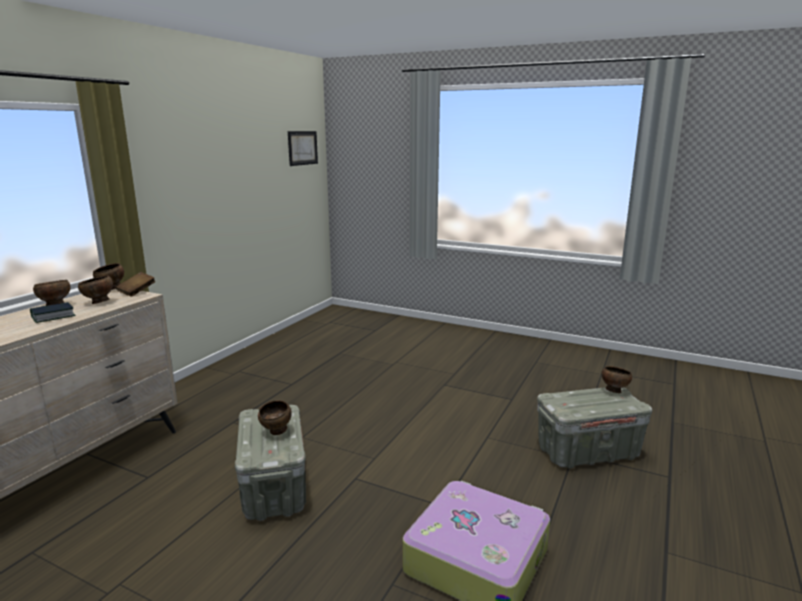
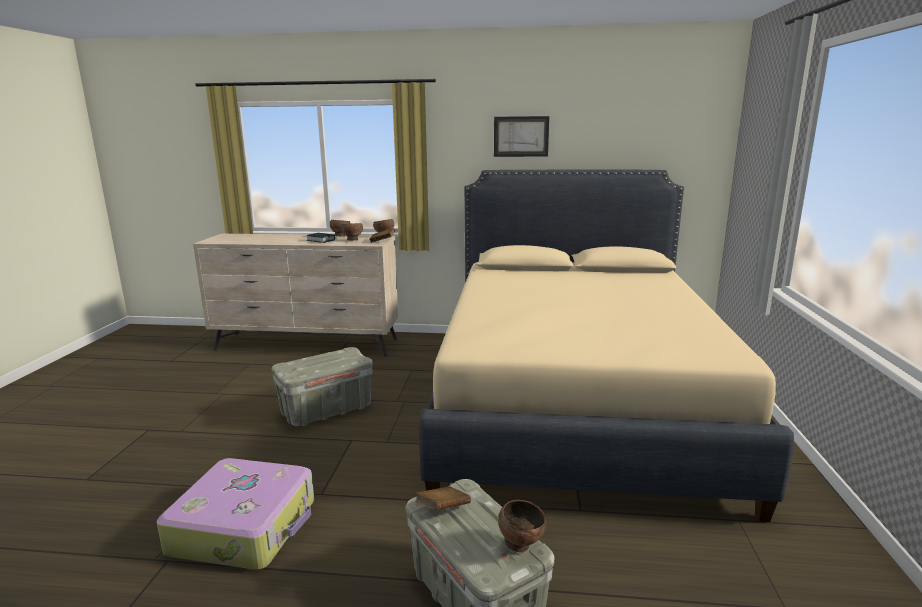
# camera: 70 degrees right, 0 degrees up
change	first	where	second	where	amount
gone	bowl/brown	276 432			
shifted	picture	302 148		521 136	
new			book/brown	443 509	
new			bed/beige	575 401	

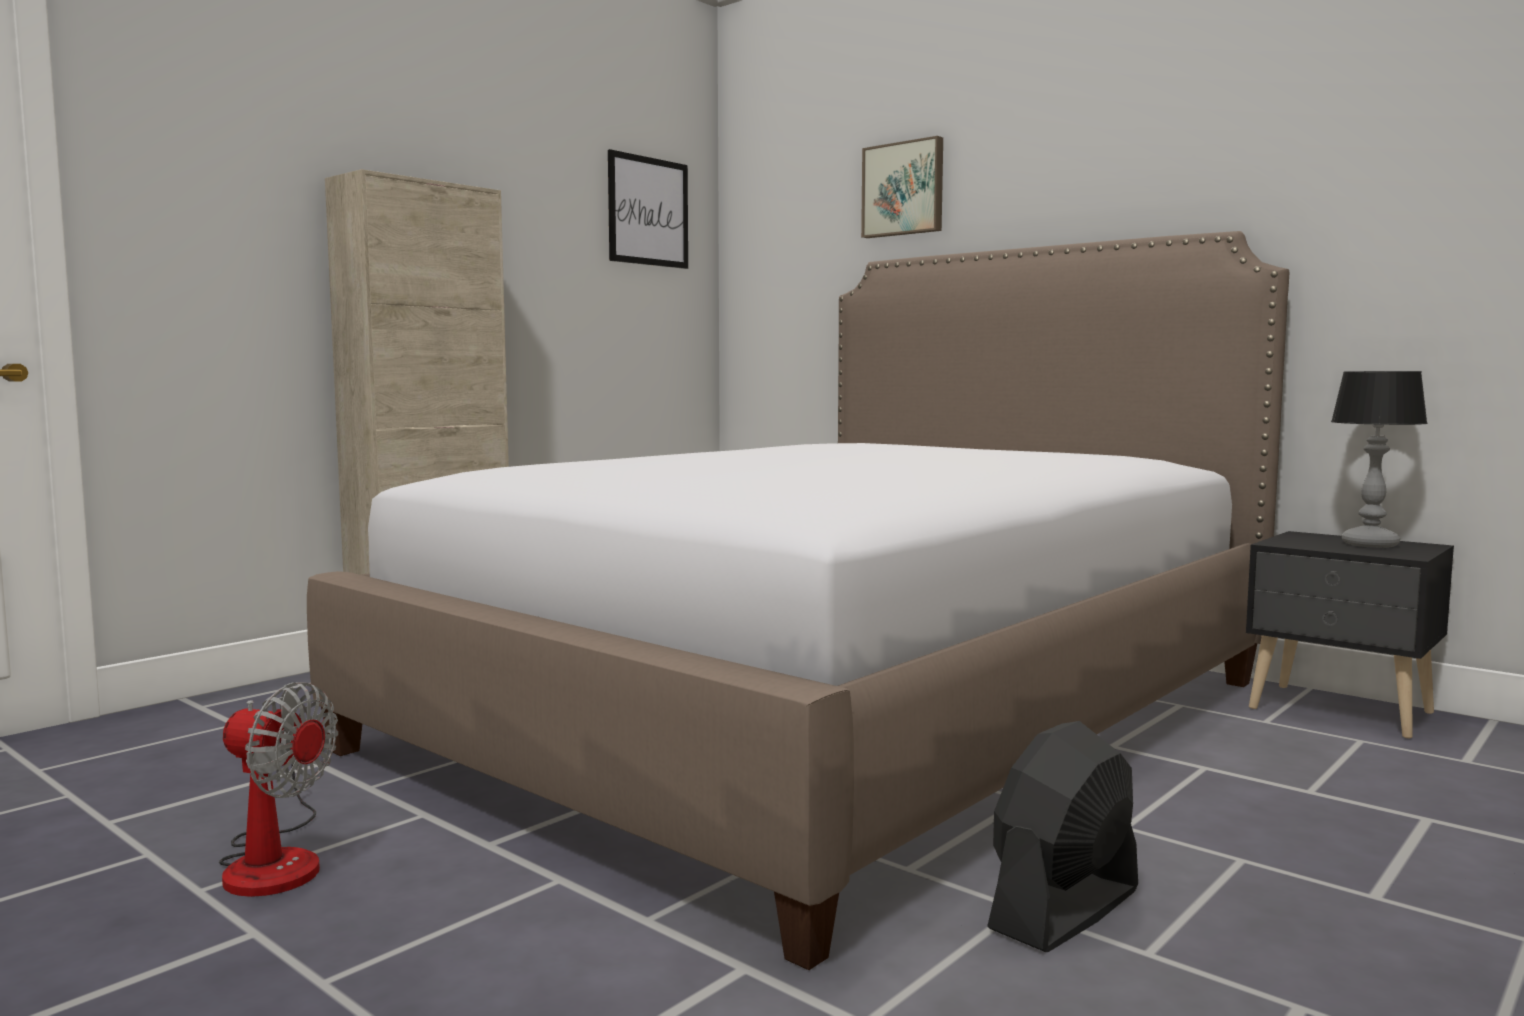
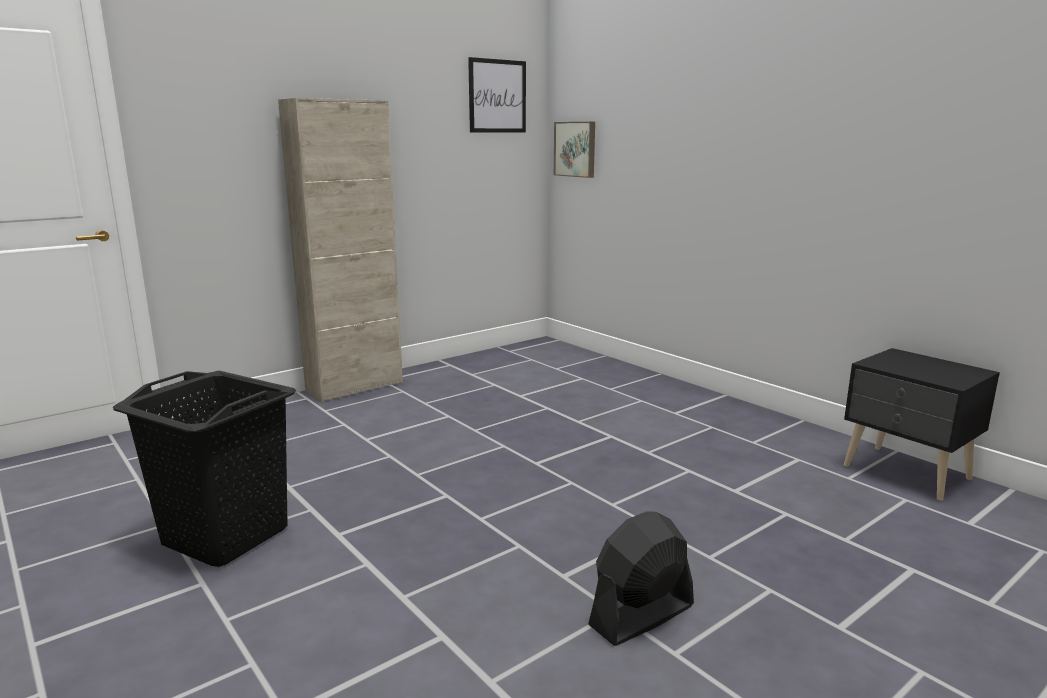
# camera: 10 degrees right, 10 degrees up
change	first	where	second	where	amount
swapped	fan	275 860	laundry basket/black	226 535	
gone	bed	840 714			
shifted	picture	904 189		576 149	
gone	table lamp	1370 544			

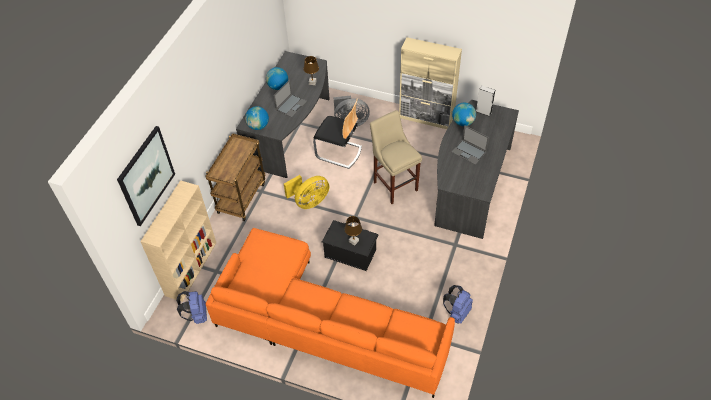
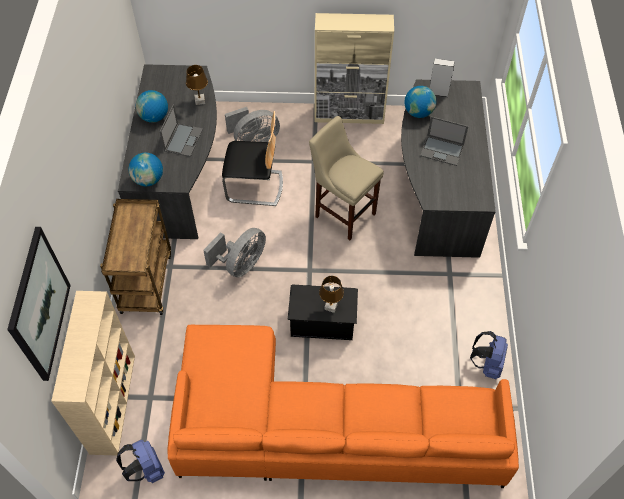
# camera: 20 degrees left, 5 degrees up
change	first	where	second	where	amount
repainted	fan/yellow	309 201	fan/grey	241 264	

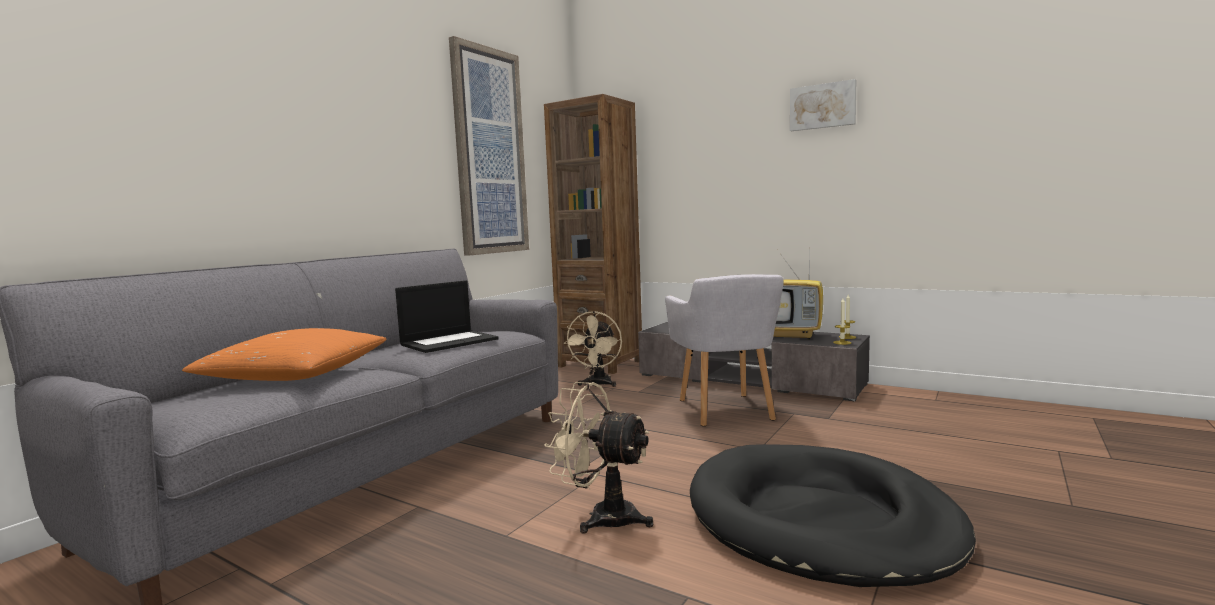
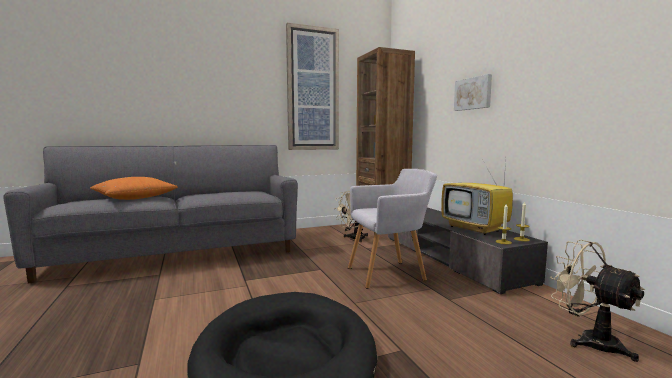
# camera: 35 degrees right, 0 degrees up
change	first	where	second	where	amount
gone	laptop	449 342			
shifted	fan/beige	602 517		589 340	
rotated	armchair/grey	726 411		389 273	135 degrees counterclockwise
shifted	picture	822 106		473 93	

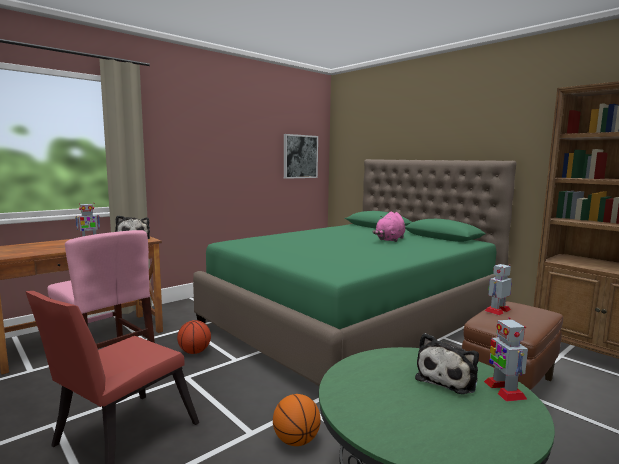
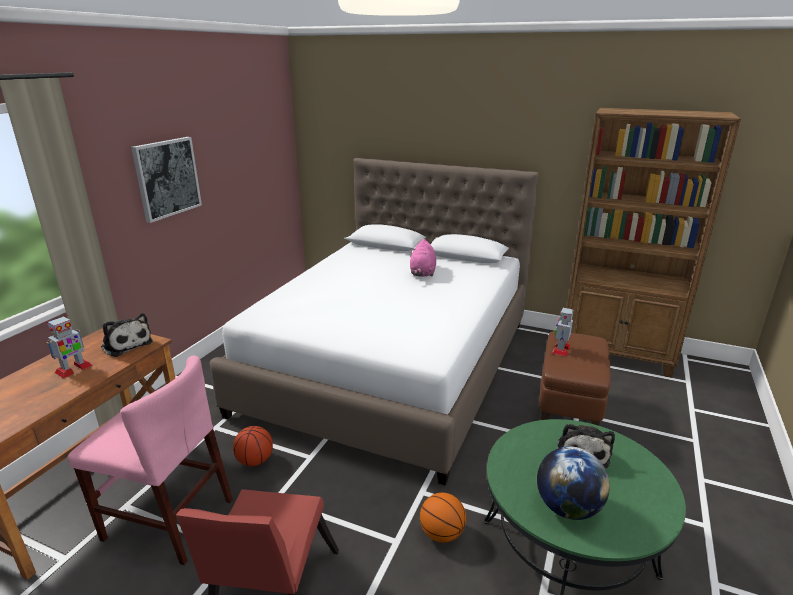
# camera: 25 degrees left, 15 degrees up
change	first	where	second	where	amount
repainted	bed/green	354 321	bed/white	392 365	
shifted	picture	300 156		167 178	
gone	toy robot	504 390			
new			globe	567 508	

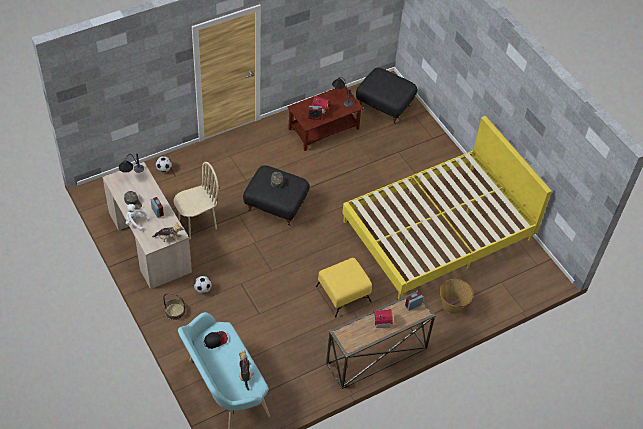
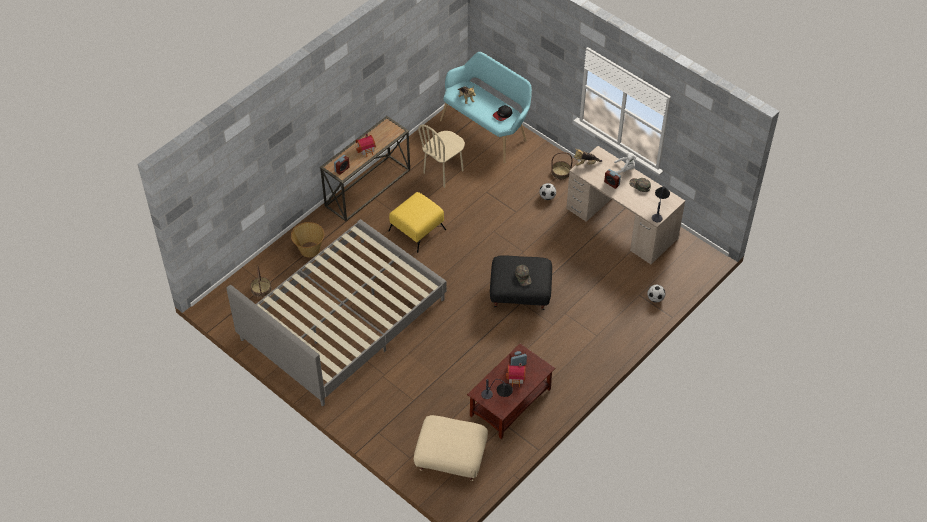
# camera: 165 degrees right, 0 degrees up
change	first	where	second	where	amount
shifted	chair/beige	197 224		443 172	
repainted	bed/yellow	438 230	bed/grey	342 319	
repainted	ottoman/black	385 106	ottoman/beige	450 460	
new			basket	261 289	

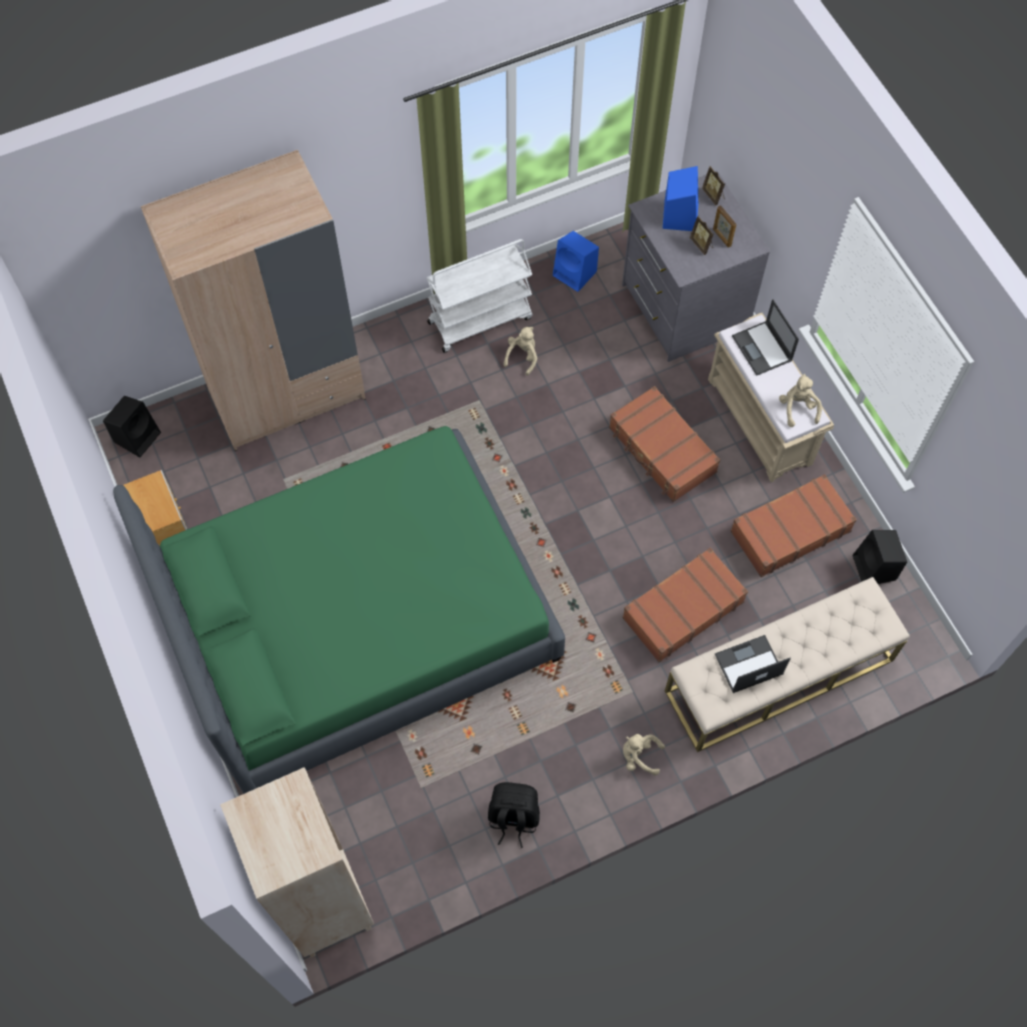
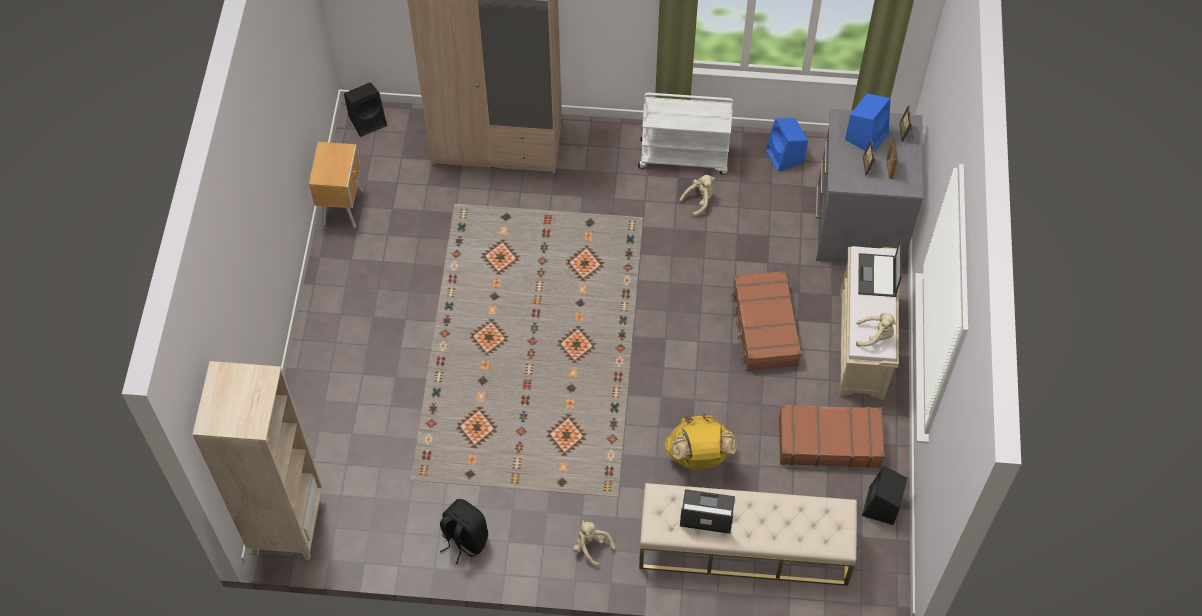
# camera: 30 degrees right, 5 degrees down
change	first	where	second	where	amount
gone	bed/green	359 621			
swapped	suitcase/brown	682 609	backpack/yellow	699 456	
rotated	plush toy/beige	798 408		875 336	75 degrees clockwise

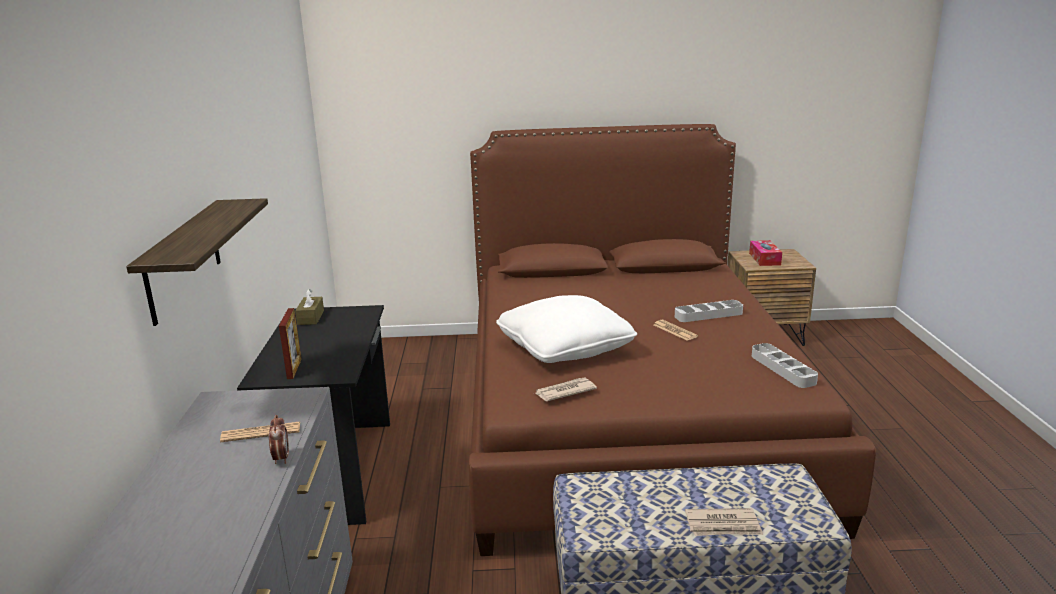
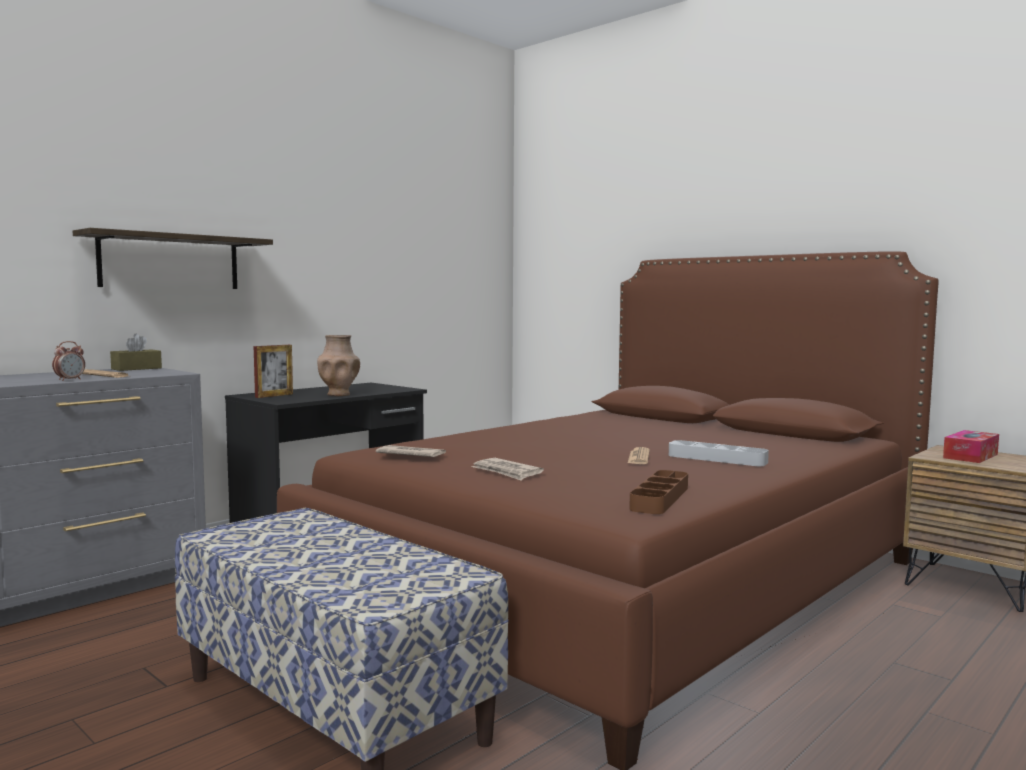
# camera: 45 degrees right, 15 degrees down
change	first	where	second	where	amount
shifted	tissue box/brown	311 317		136 368	
gone	pillow/white	564 348			
shifted	newspaper	723 525		507 472	
repainted	tray/grey	782 369	tray/brown	660 498	
new			vase/brown	339 394	

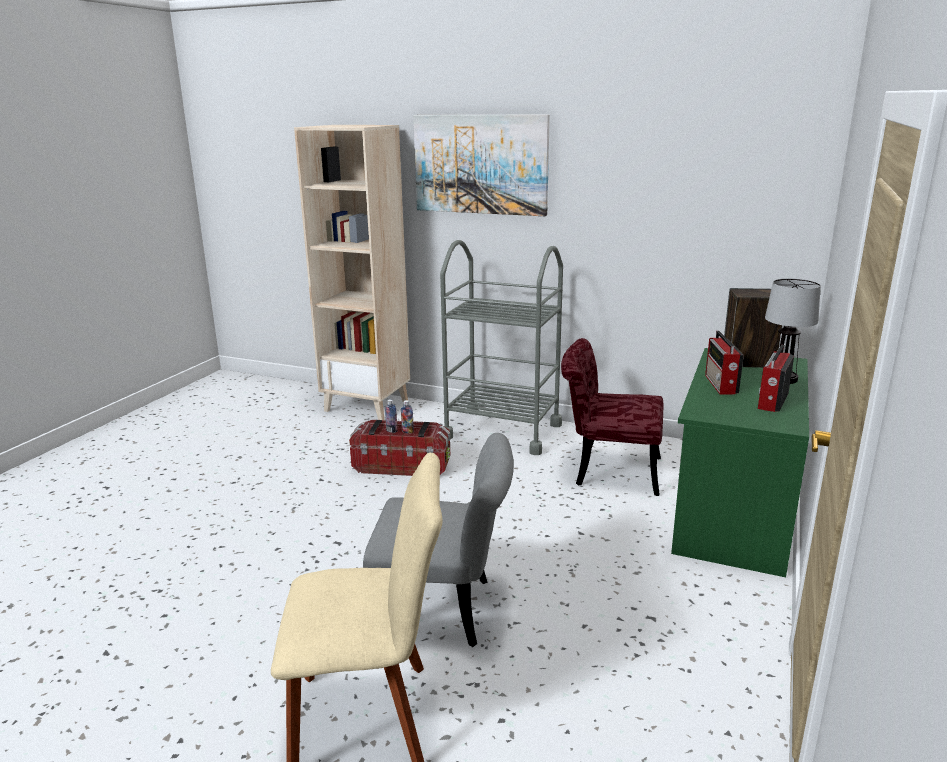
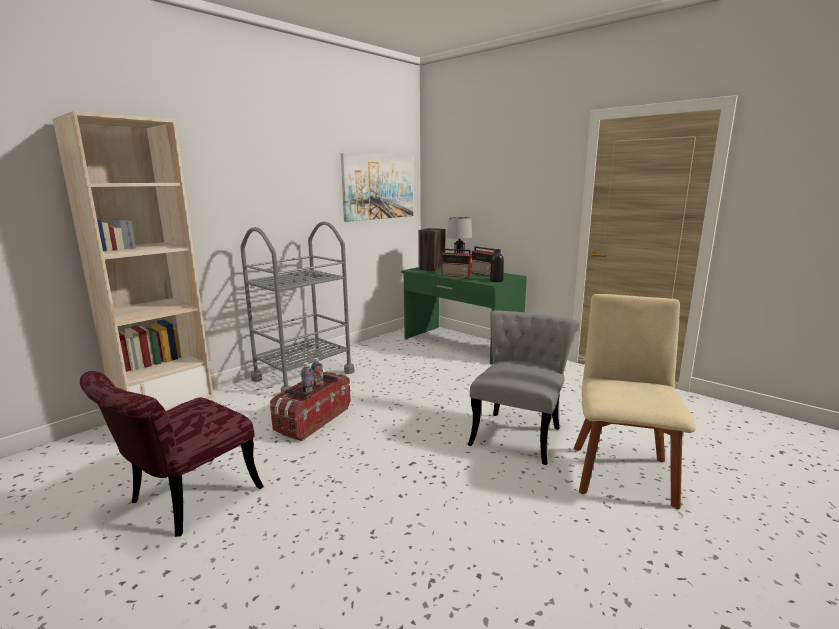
# camera: 70 degrees left, 5 degrees down
change	first	where	second	where	amount
shifted	picture	480 164		378 187	
shifted	chair/red	607 471		184 501	
new			bottle/black	496 280	

